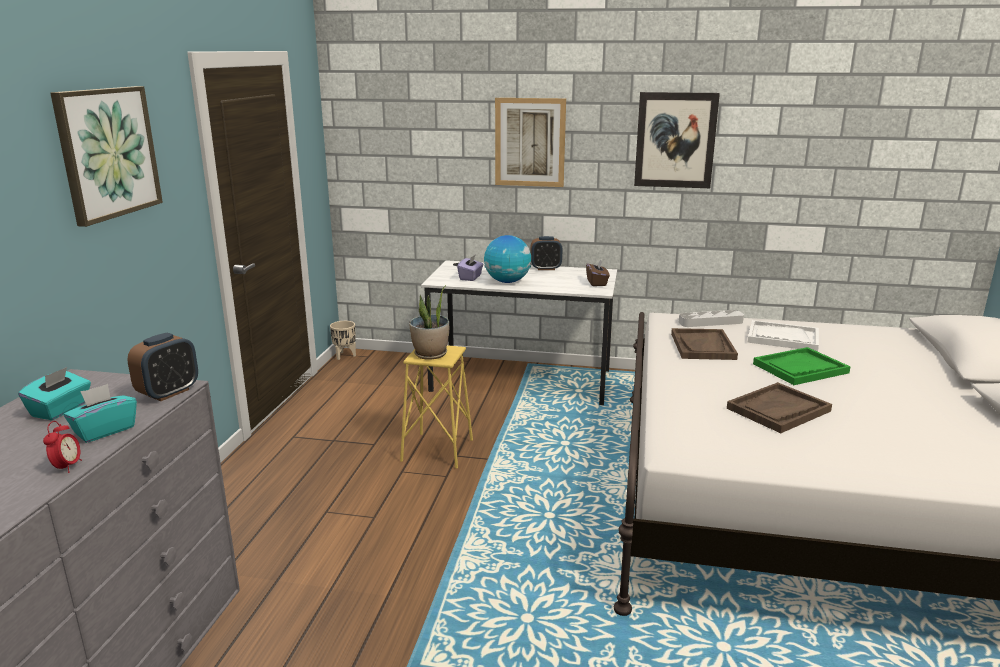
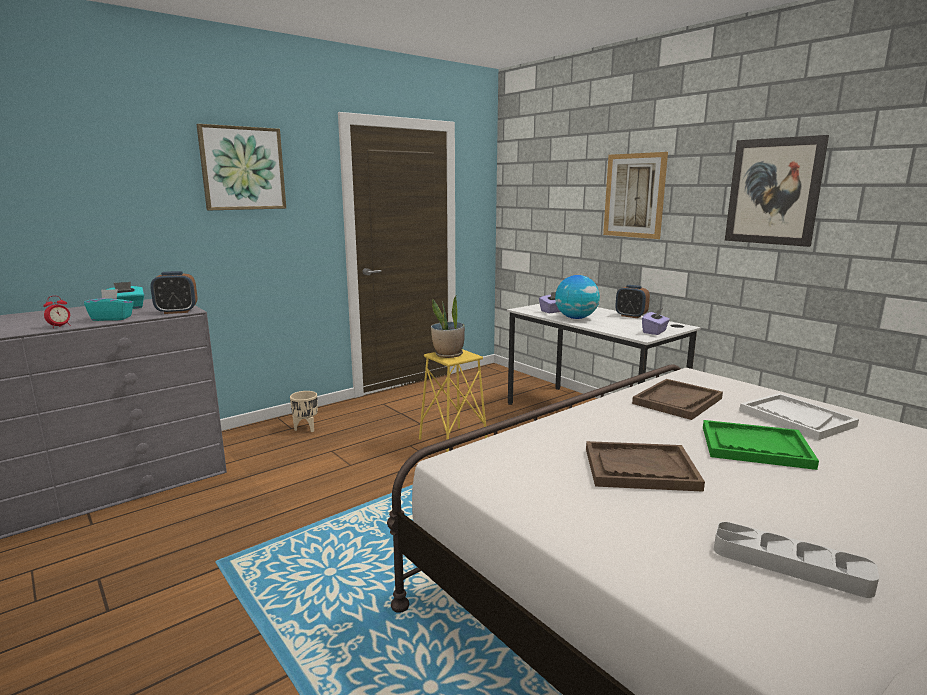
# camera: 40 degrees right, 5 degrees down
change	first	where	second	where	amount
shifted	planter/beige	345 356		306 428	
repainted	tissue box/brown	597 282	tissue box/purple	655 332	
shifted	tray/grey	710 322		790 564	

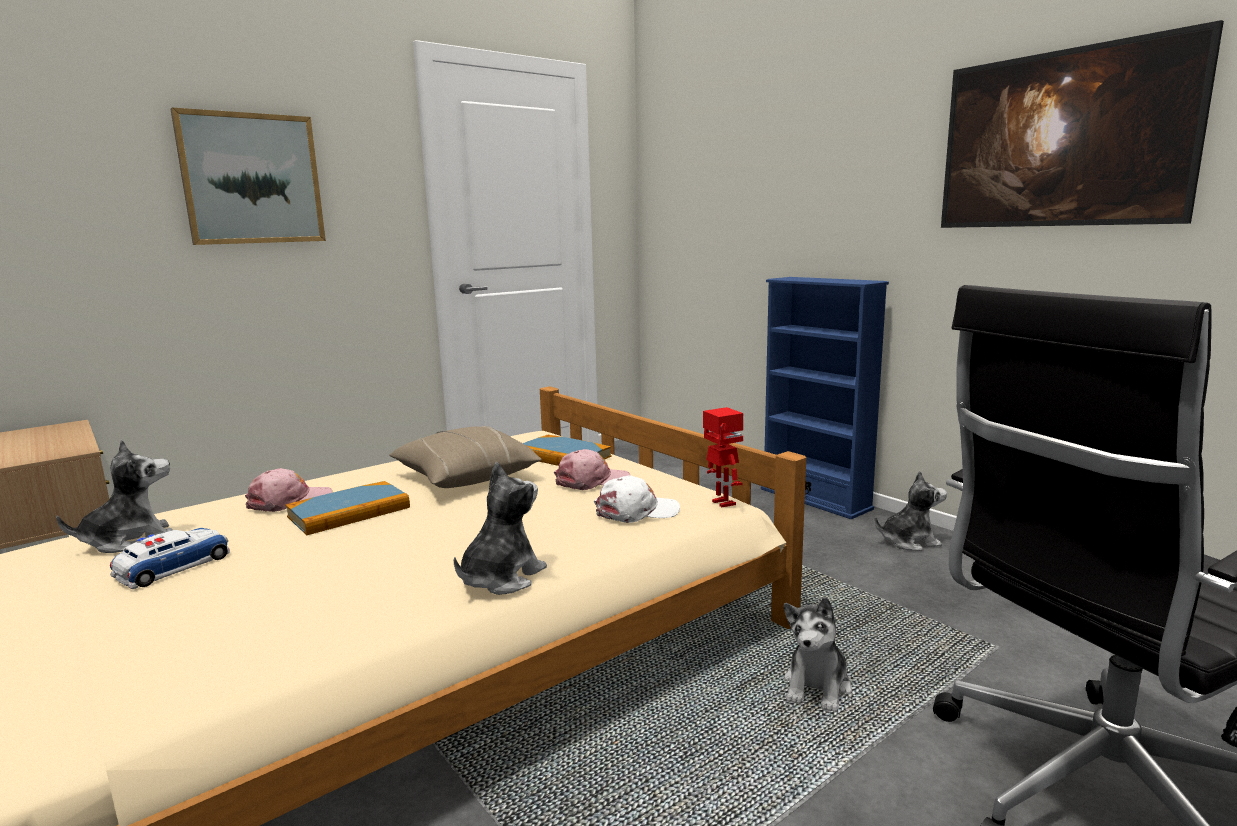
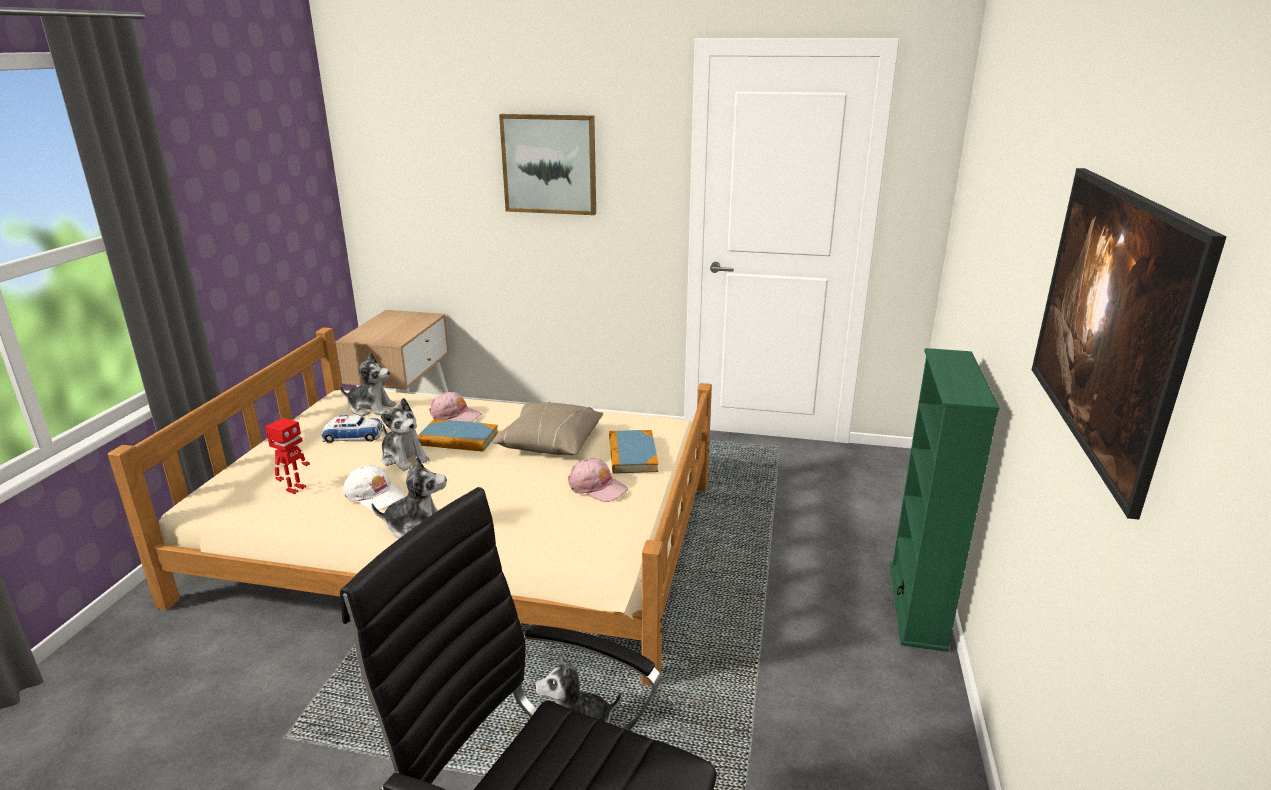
# camera: 50 degrees right, 10 degrees up
change	first	where	second	where	amount
shifted	cap/white	636 512		374 495	
shifted	toy robot	722 503		295 489	
repainted	bookcase/blue	815 499	bookcase/green	917 605	
shifted	plush toy	909 541		404 458	

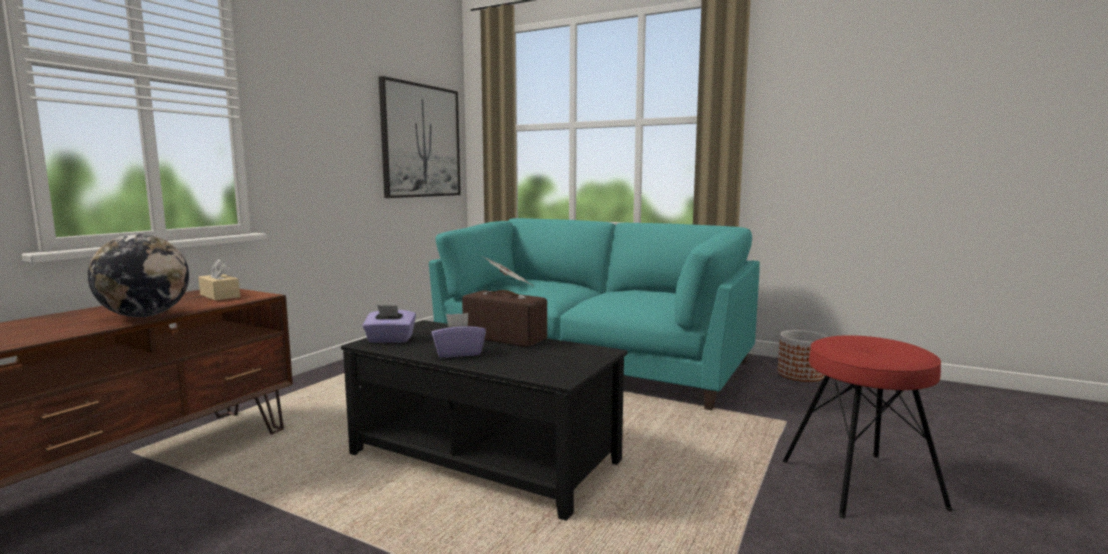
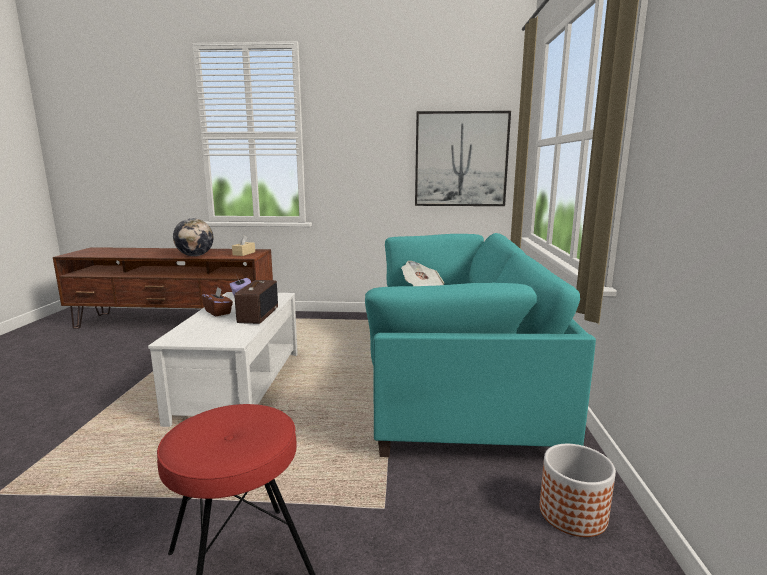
# camera: 65 degrees right, 5 degrees up
change	first	where	second	where	amount
repainted	coffee table/black	486 456	coffee table/white	241 385	
repainted	tissue box/purple	458 353	tissue box/brown	218 312	

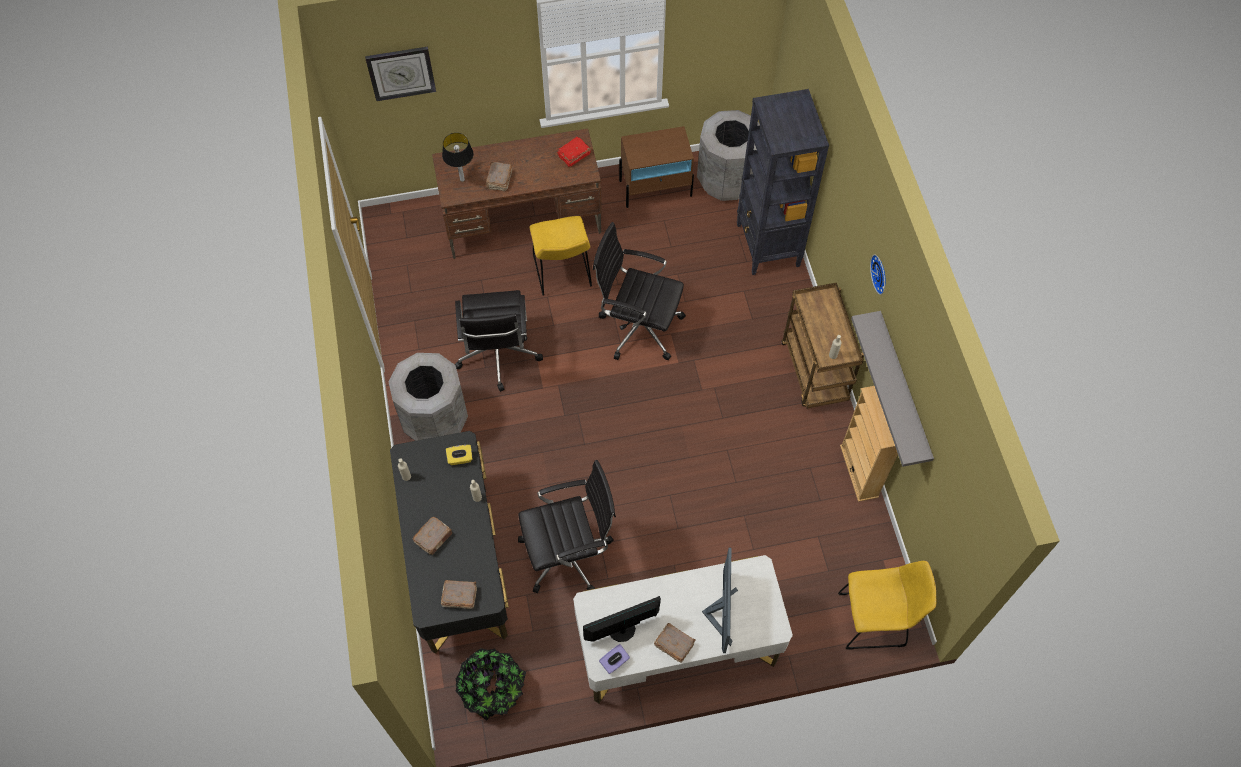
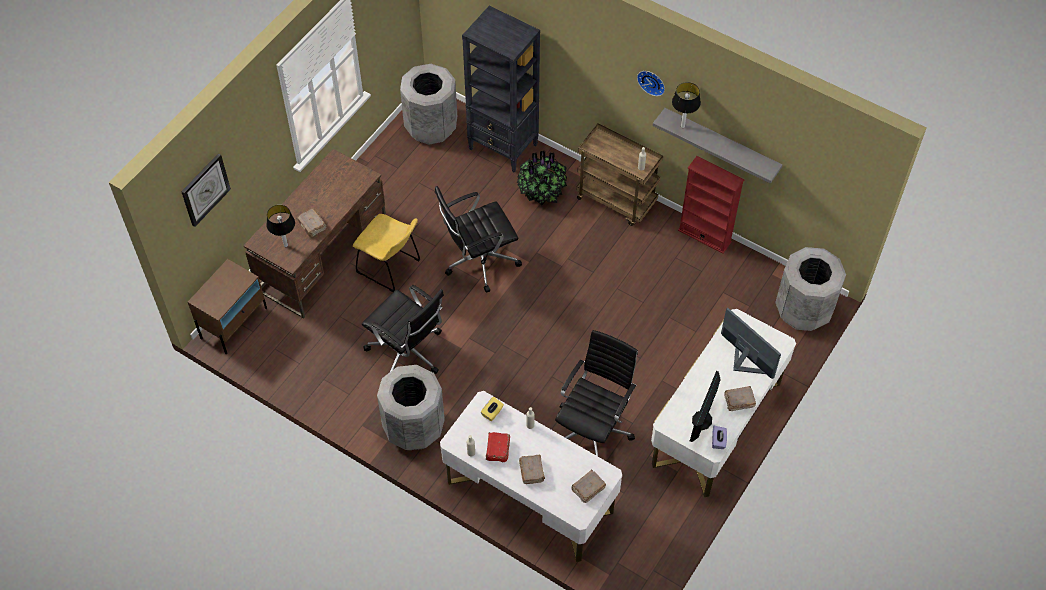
# camera: 45 degrees left, 5 degrees down
change	first	where	second	where	amount
repainted	desk/black	457 560	desk/white	530 496	
shifted	potted plant	493 690		541 191	
shifted	book/red	573 155		497 450	
shifted	nightstand/brown	656 188		234 323	
swapped	chair/yellow	875 619	trash can/grey	803 310	
repainted	bookcase/beige	859 471	bookcase/red	704 236	
new			table lamp	682 126	

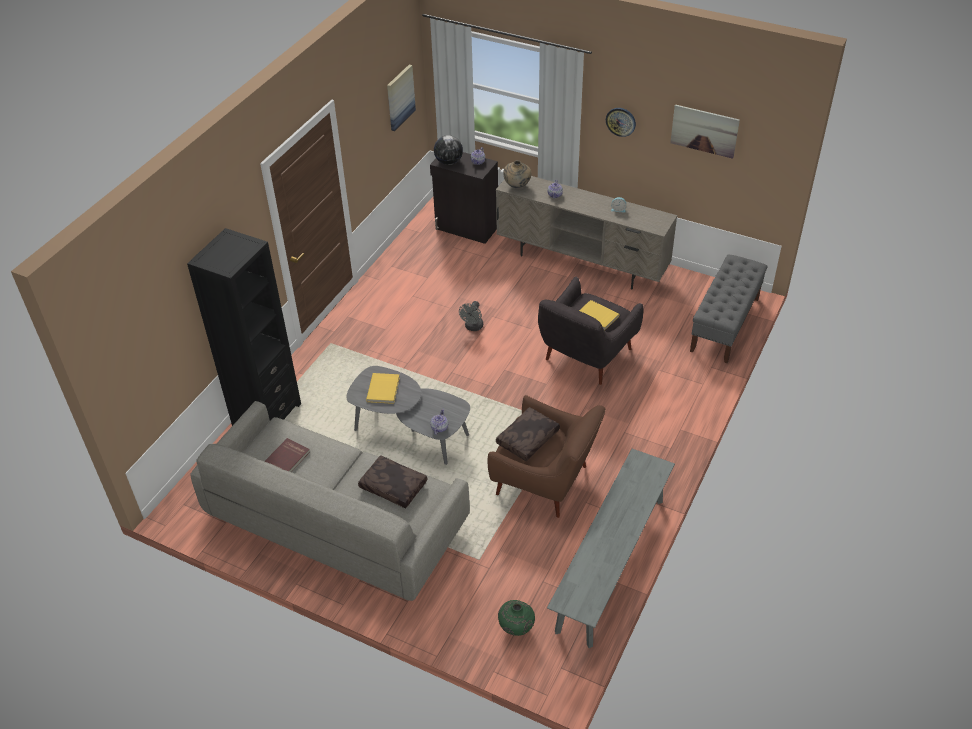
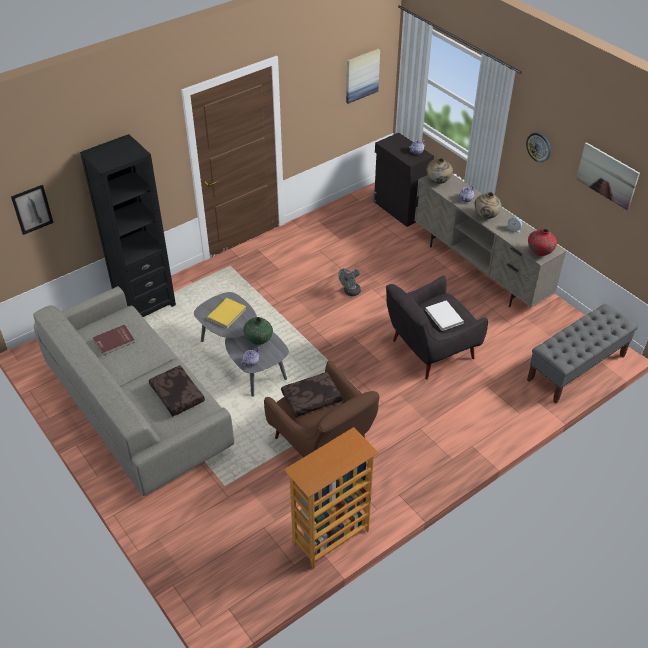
# camera: 25 degrees right, 0 degrees up
change	first	where	second	where	amount
gone	globe	448 162			
shifted	vase/green	516 628		258 341	
swapped	bench/grey	611 563	bookcase	331 538	
repainted	book/yellow	597 316	book/white	443 317	
new			picture	32 209	
new			vase/beige	486 217	
new			vase/red	539 254	

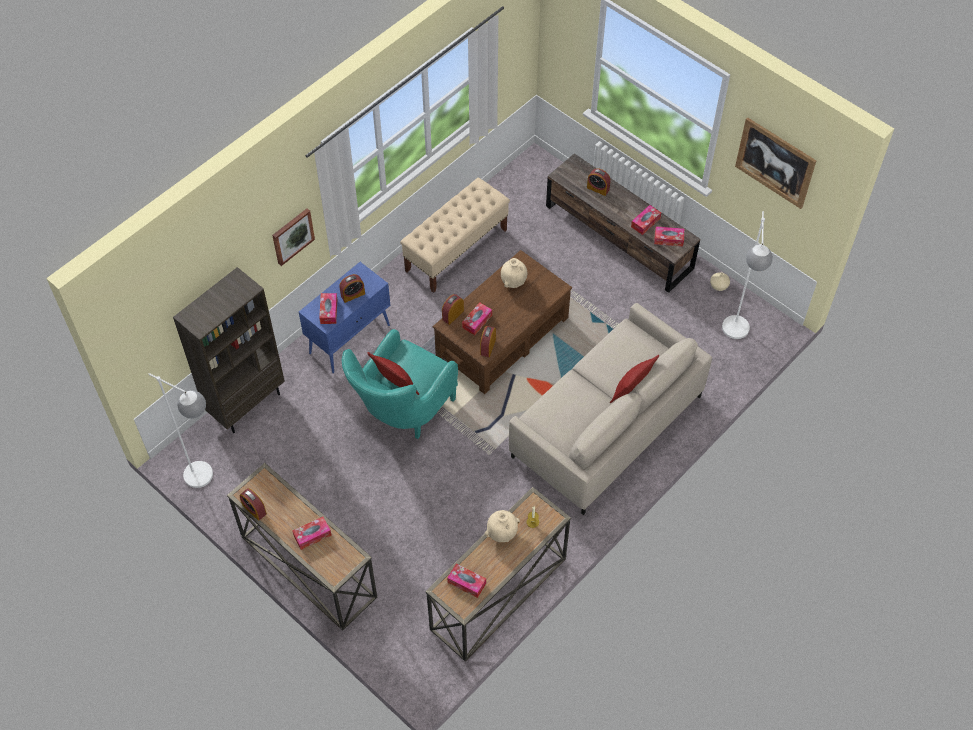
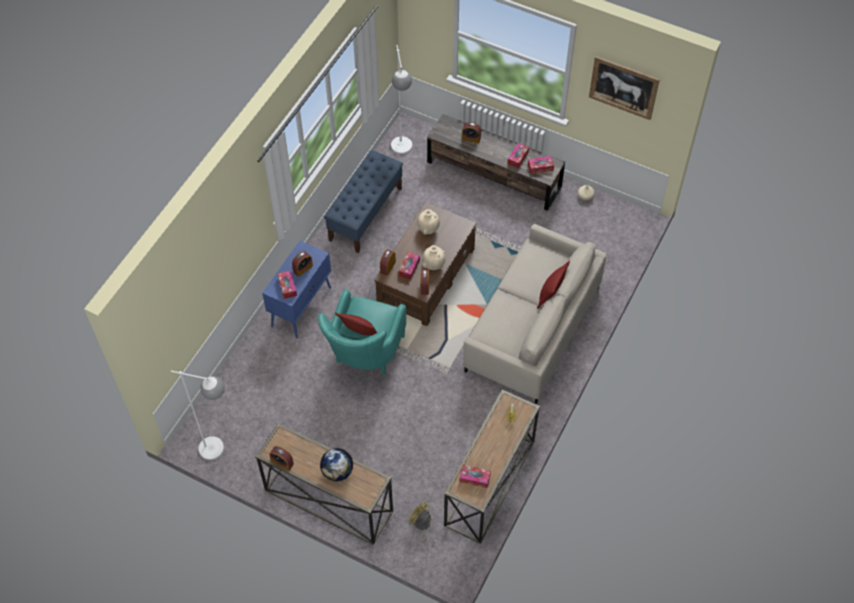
# camera: 15 degrees left, 0 degrees up
change	first	where	second	where	amount
gone	bookcase/brown	246 404			
gone	picture	292 236			
swapped	tissue box	312 535	globe	337 471	
repainted	bench/beige	456 250	bench/blue	366 214	
shifted	vase/beige	502 533		434 265	
shifted	floor lamp/white	735 336		402 152	
new			fan/yellow	422 526	

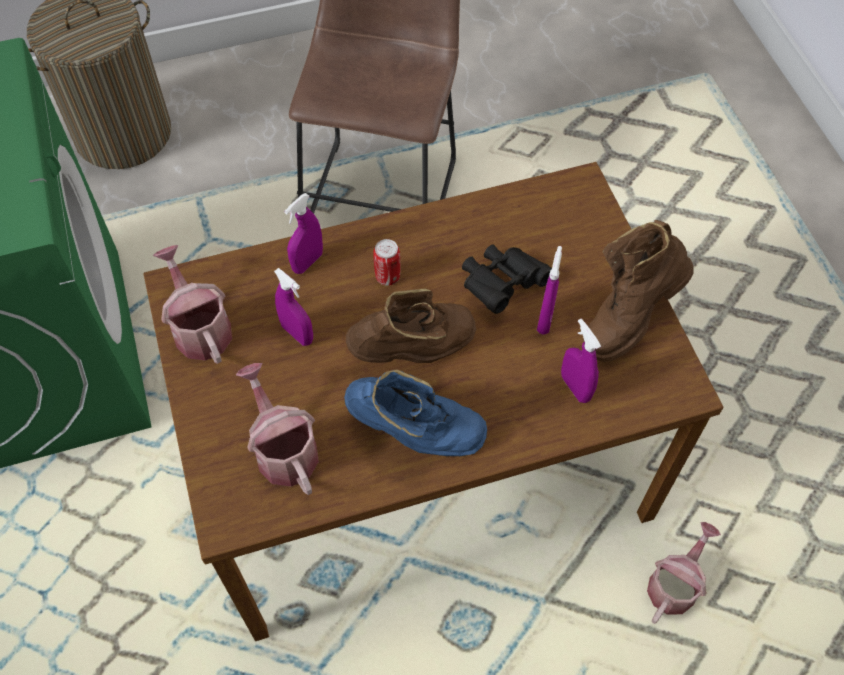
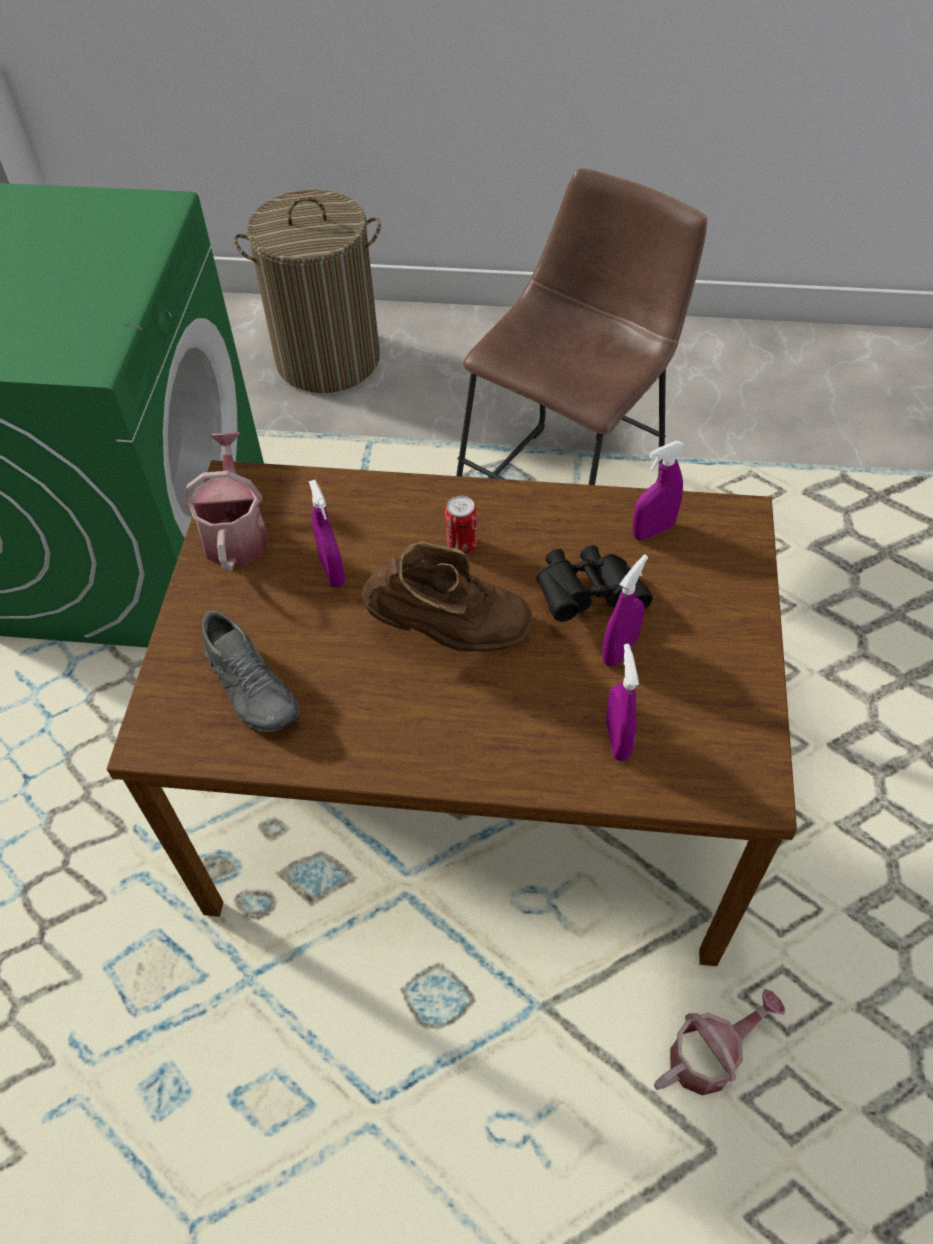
# camera: 25 degrees right, 5 degrees down
change	first	where	second	where	amount
swapped	watering can	283 449	shoe/grey	252 686	
shifted	spray bottle/purple	307 262		653 530	
gone	boot/blue	415 434			
gone	boot/brown	629 317			

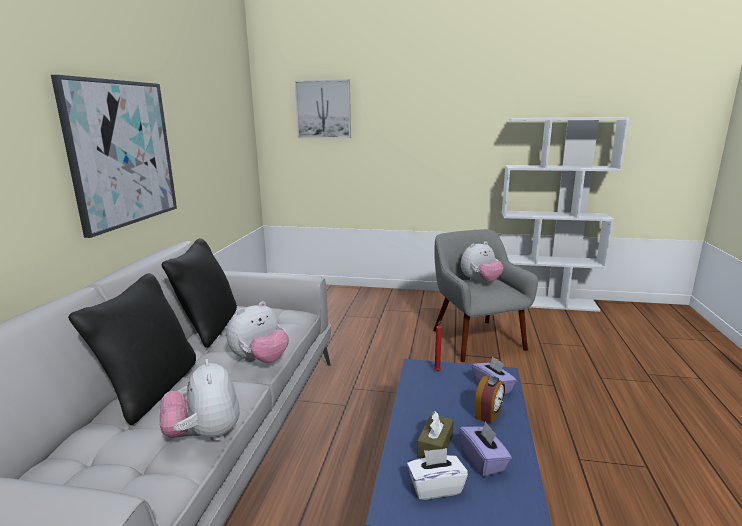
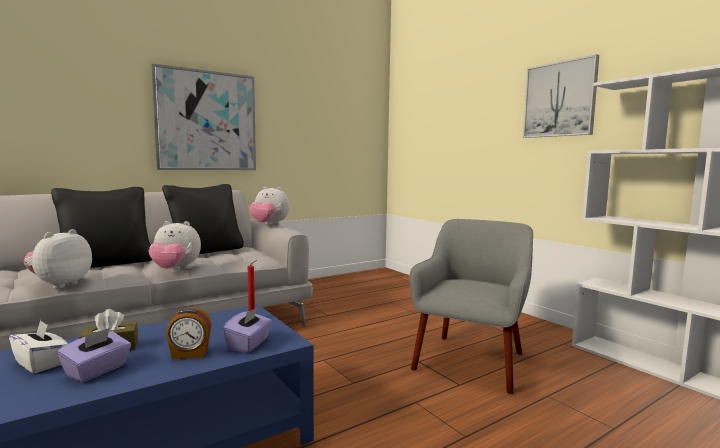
# camera: 45 degrees right, 10 degrees down
change	first	where	second	where	amount
shifted	picture	323 109		559 99	
shifted	plush toy	480 281		269 225	

